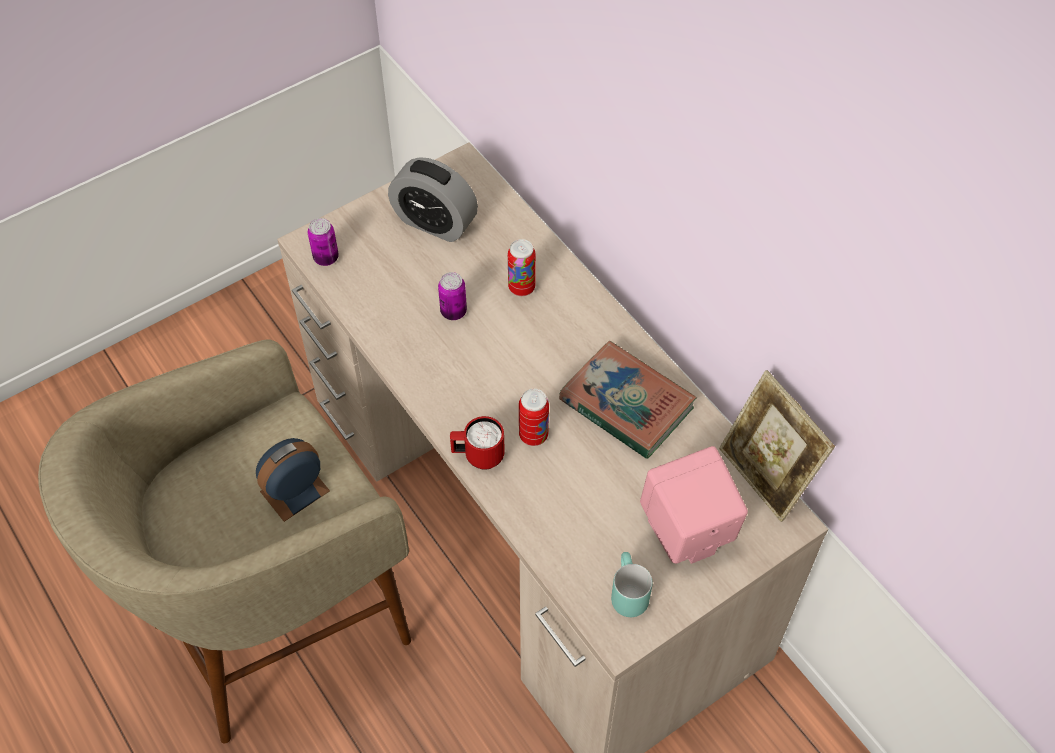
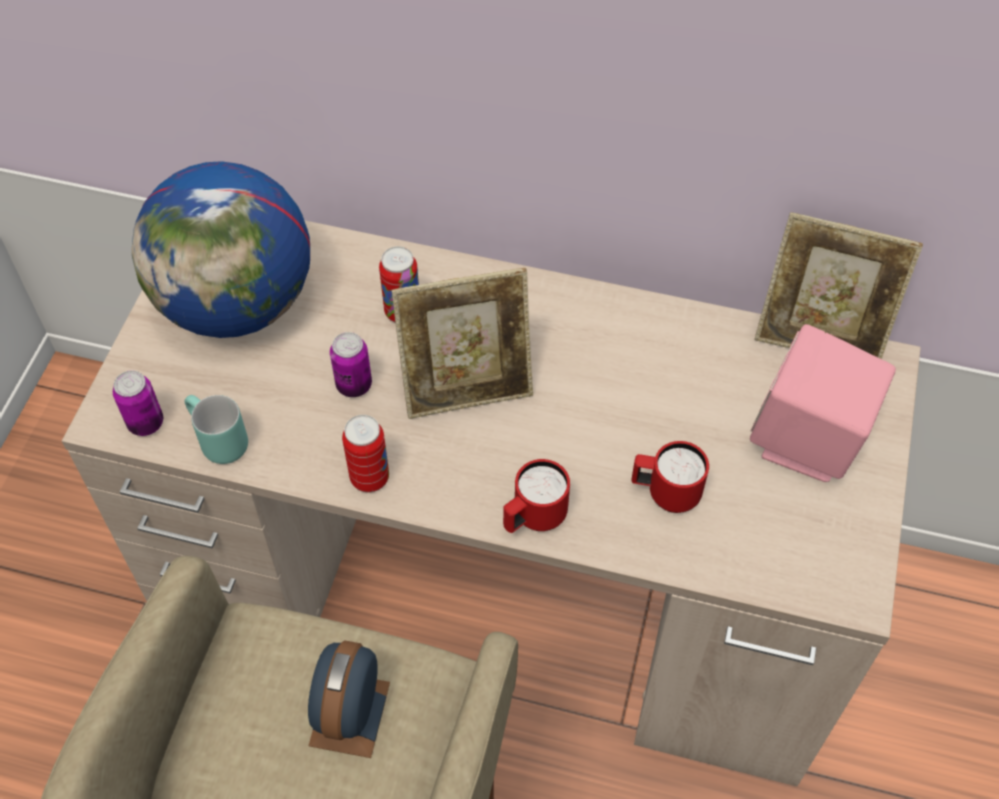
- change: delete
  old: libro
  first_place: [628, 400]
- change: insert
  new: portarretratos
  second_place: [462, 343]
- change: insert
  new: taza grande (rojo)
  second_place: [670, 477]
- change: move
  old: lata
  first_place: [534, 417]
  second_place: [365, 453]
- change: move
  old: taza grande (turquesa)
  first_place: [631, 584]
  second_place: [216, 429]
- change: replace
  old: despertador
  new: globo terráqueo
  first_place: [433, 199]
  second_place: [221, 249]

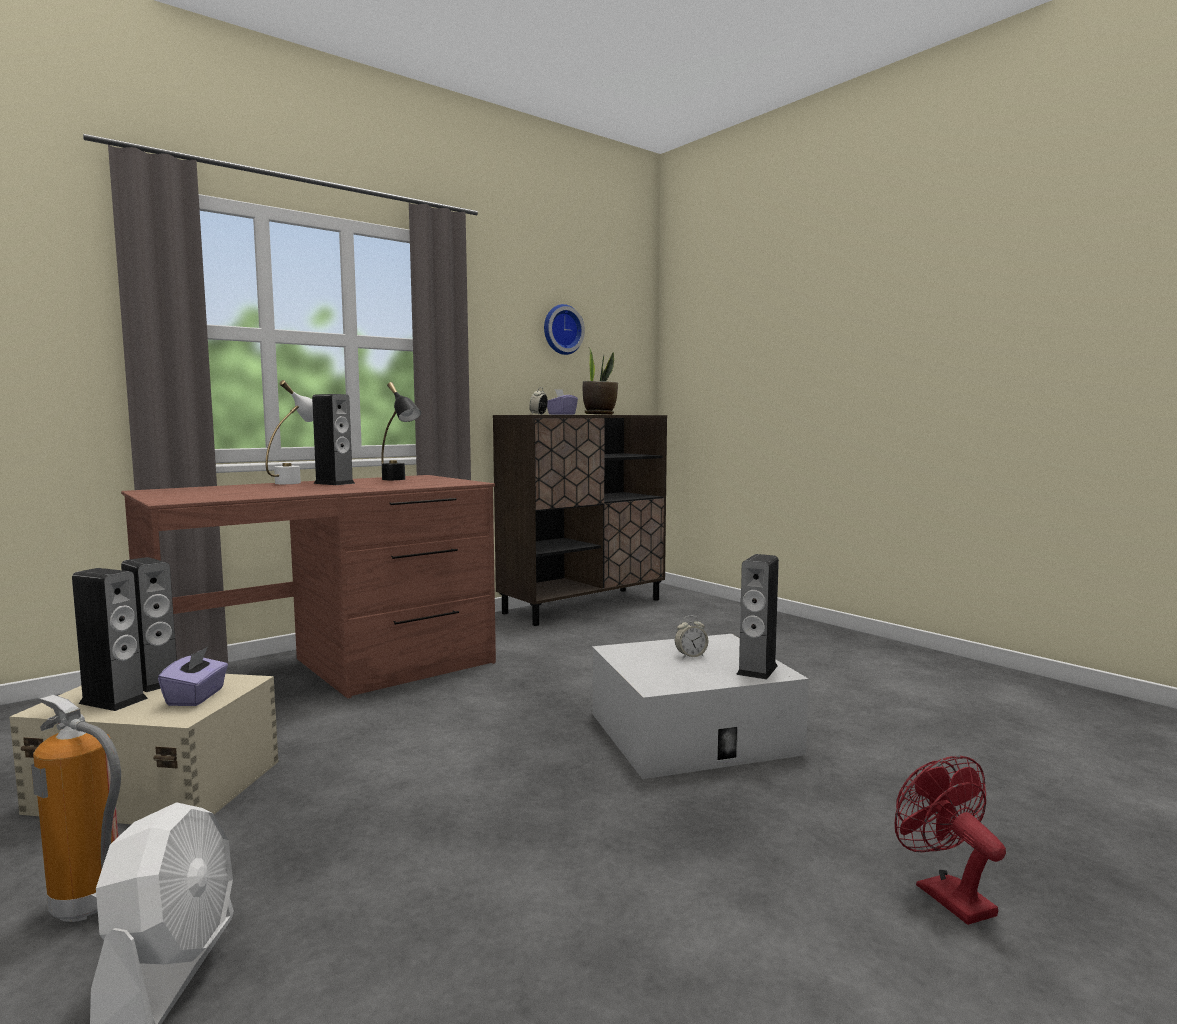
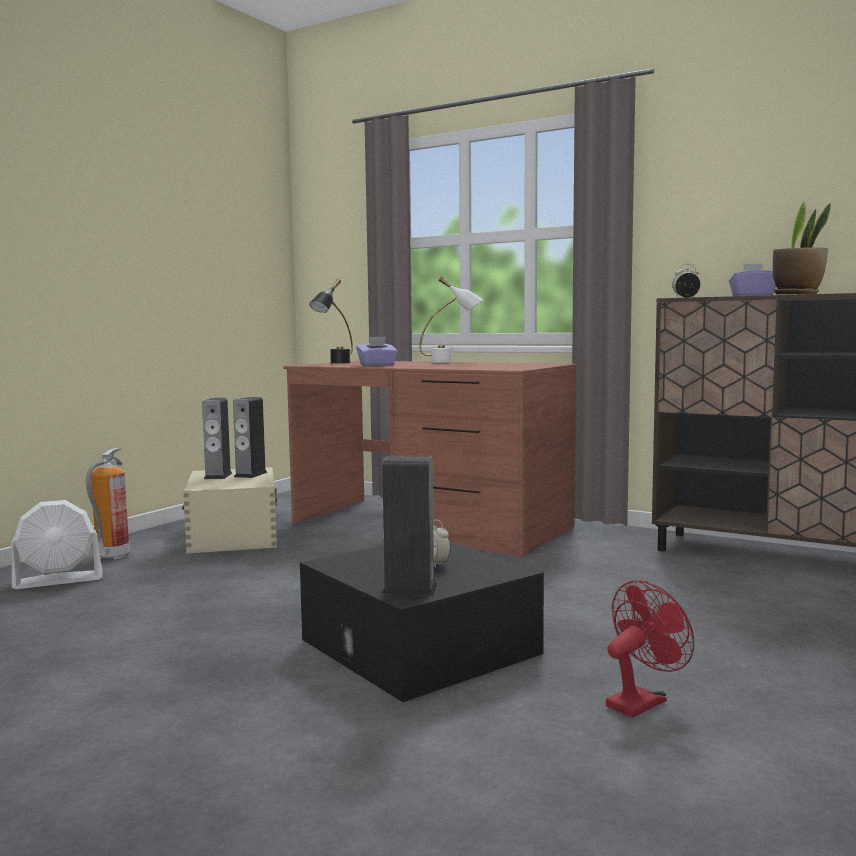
- change: delete
  old: altavoz
  first_place: [333, 439]
- change: delete
  old: reloj de pared
  first_place: [564, 329]
- change: move
  old: caja de pañuelos (morado)
  first_place: [193, 676]
  second_place: [377, 351]
- change: move
  old: lámpara de mesa (negro)
  first_place: [401, 431]
  second_place: [331, 321]
- change: move
  old: ventilador (rojo)
  first_place: [950, 840]
  second_place: [650, 649]
- change: recolor
  old: caja de almacenaje (blanco)
  new: caja de almacenaje (negro)
  first_place: [700, 706]
  second_place: [422, 622]

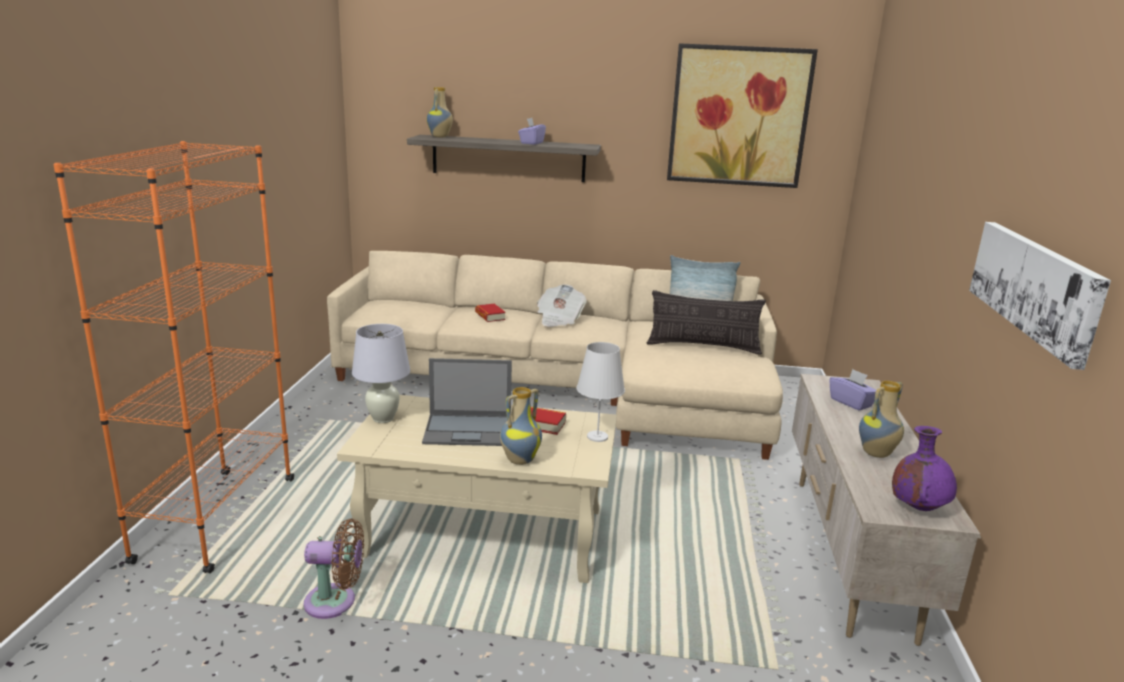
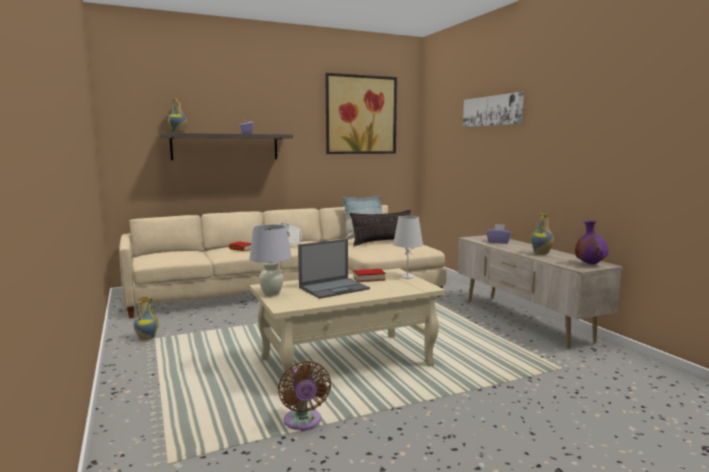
- change: delete
  old: estantería (naranja)
  first_place: [173, 357]
- change: move
  old: florero
  first_place: [521, 426]
  second_place: [145, 318]
- change: move
  old: cuadro
  first_place: [1040, 296]
  second_place: [493, 109]
- change: rotate
  old: ventilador (marrón)
  first_place: [334, 569]
  second_place: [304, 396]
  degrees: 105

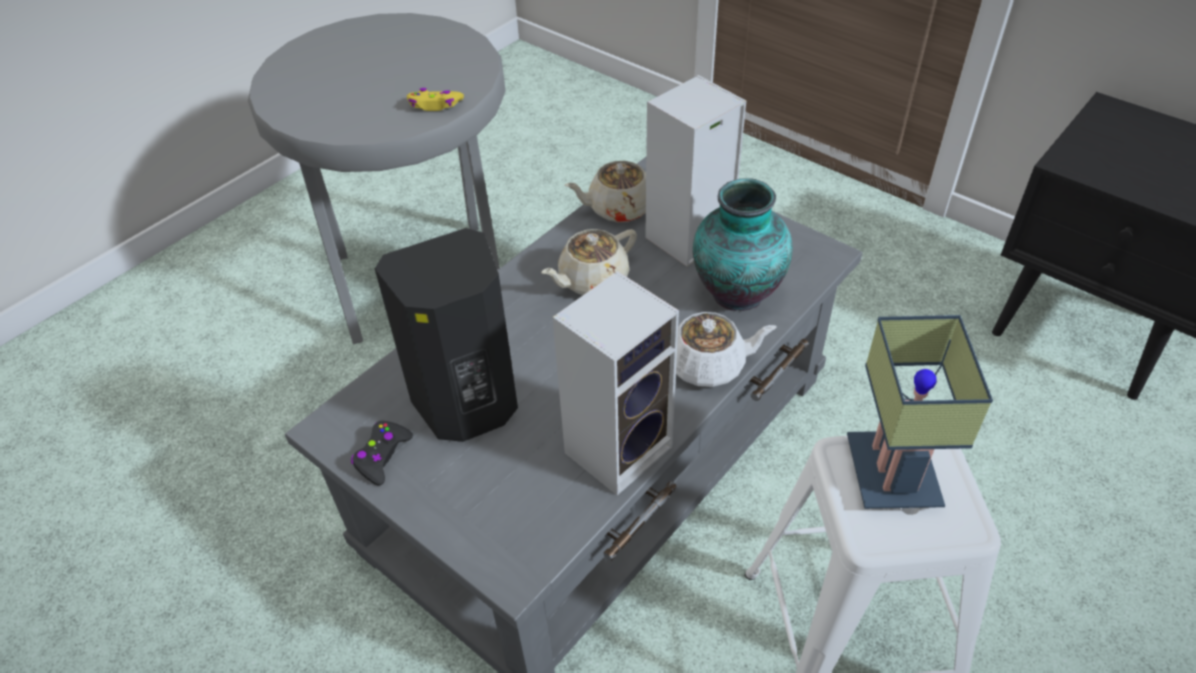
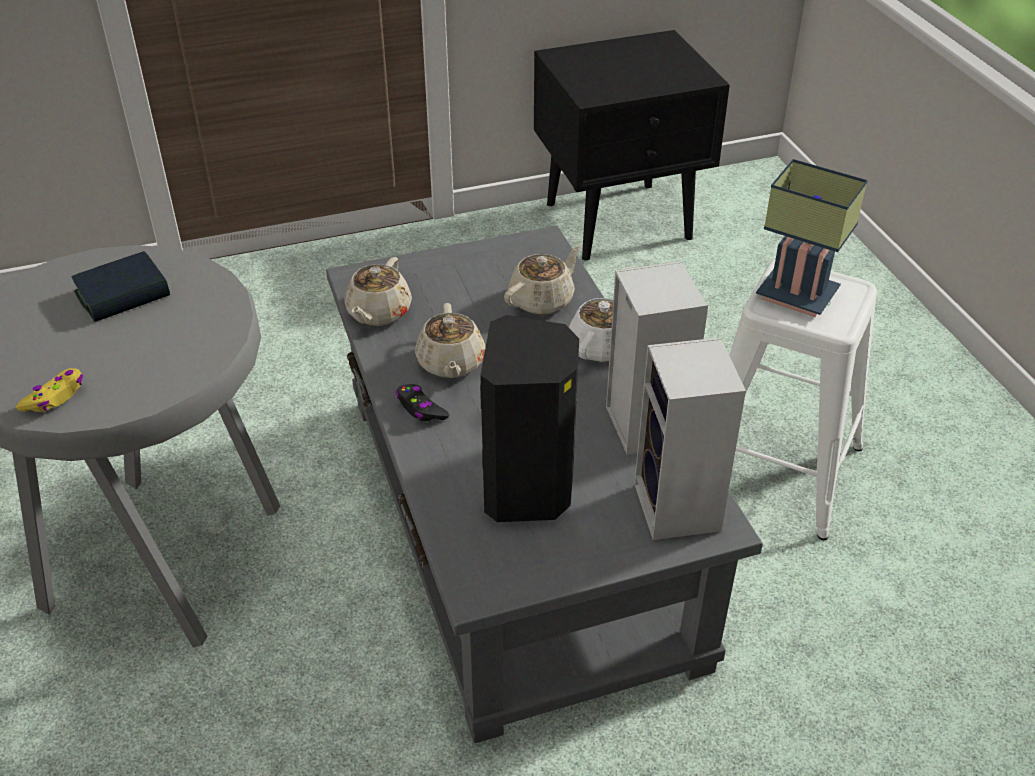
- change: insert
  new: libro
  second_place: [120, 286]
- change: move
  old: mando de consola (negro)
  first_place: [382, 453]
  second_place: [422, 402]
- change: move
  old: mando de consola (amarillo)
  first_place: [435, 99]
  second_place: [49, 390]
- change: move
  old: altavoz
  first_place: [695, 170]
  second_place: [690, 438]
- change: replace
  old: florero
  new: tetera (beis)
  first_place: [743, 244]
  second_place: [543, 280]

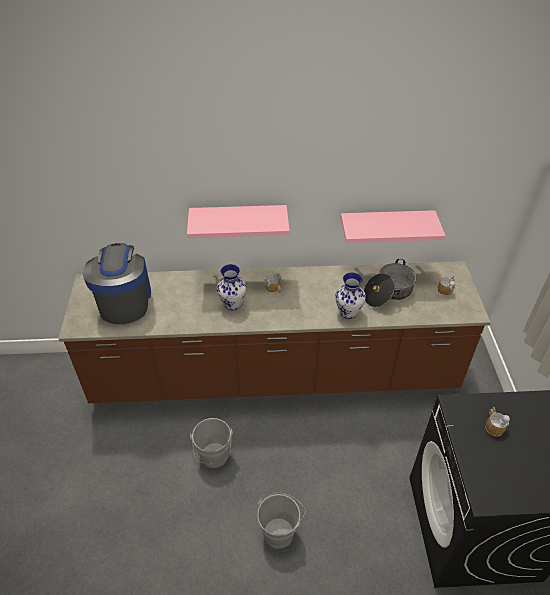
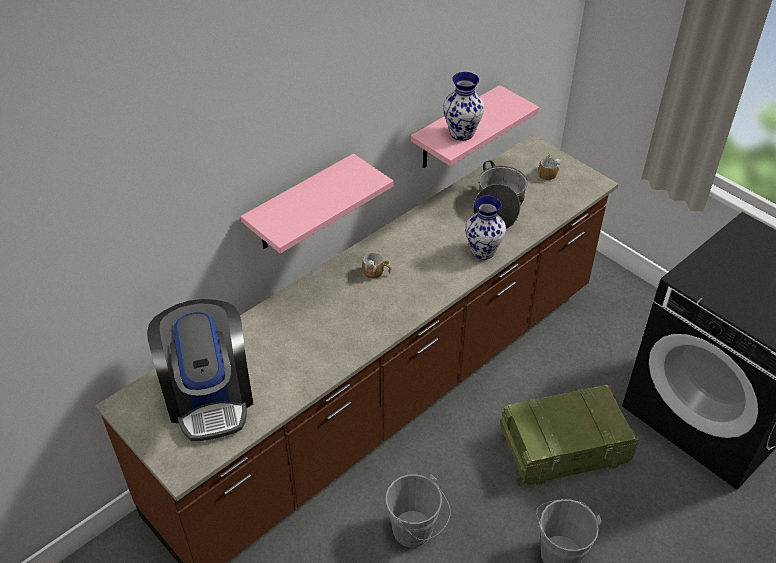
- change: delete
  old: taza grande
  first_place: [498, 421]
- change: insert
  new: caja de embalaje
  second_place: [569, 435]
- change: move
  old: florero
  first_place: [231, 287]
  second_place: [464, 106]
- change: rotate
  old: cafetera
  first_place: [117, 283]
  second_place: [200, 370]
  degrees: -150

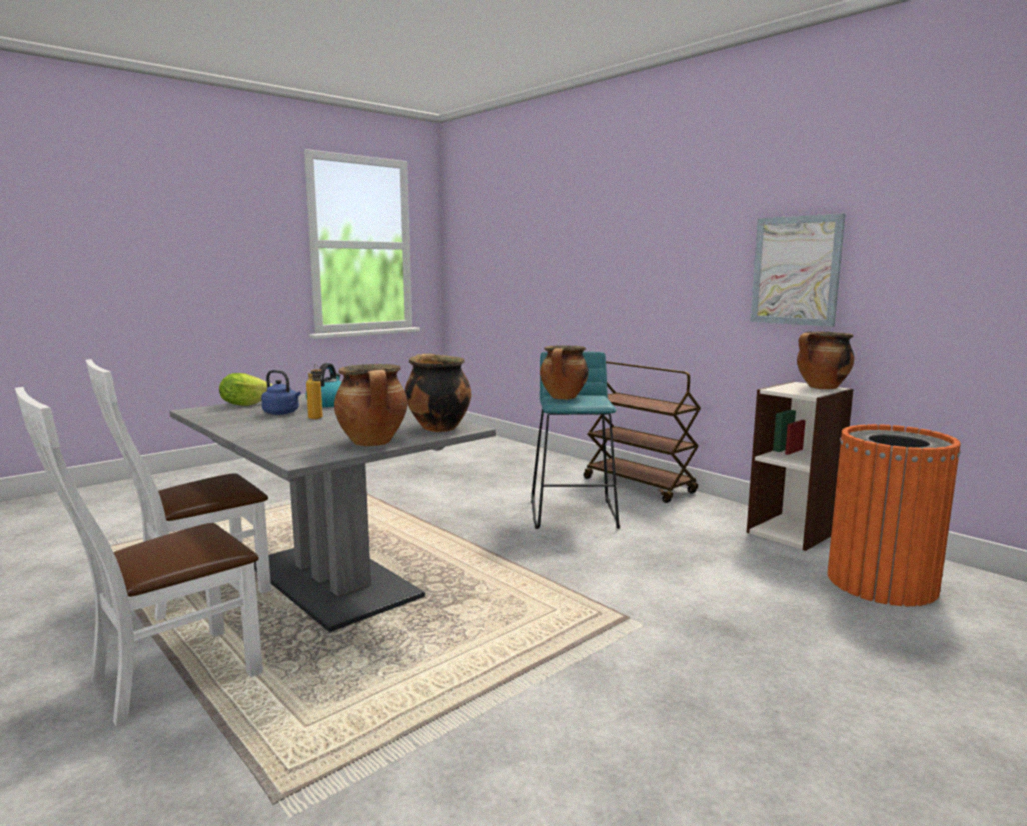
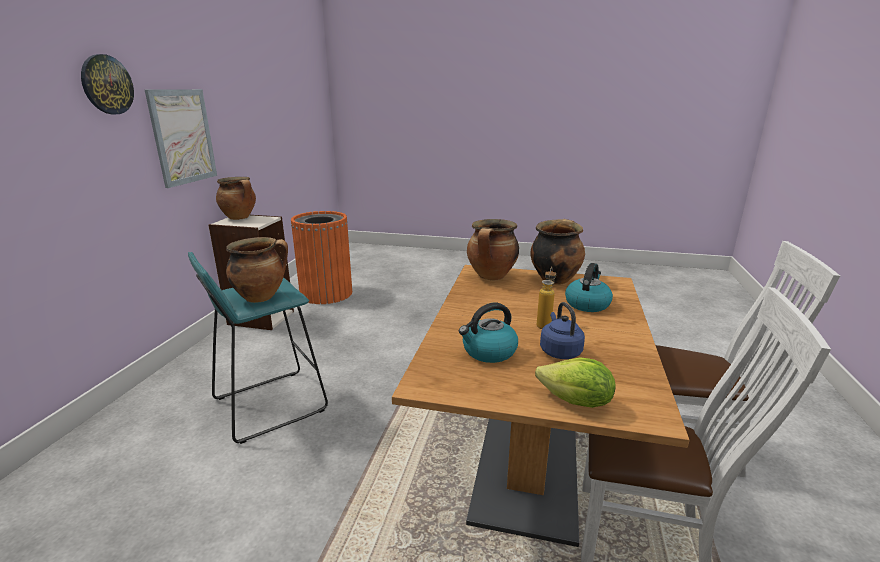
- change: delete
  old: carrito (marrón)
  first_place: [642, 432]
- change: insert
  new: reloj de pared
  second_place: [107, 84]
- change: insert
  new: hervidor
  second_place: [589, 287]
- change: recolor
  old: mesa de comedor (gris)
  new: mesa de comedor (marrón)
  first_place: [332, 513]
  second_place: [540, 406]

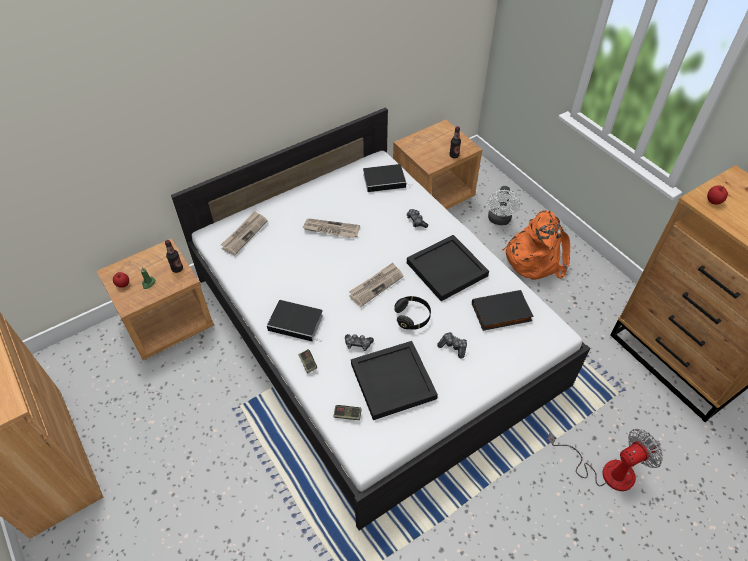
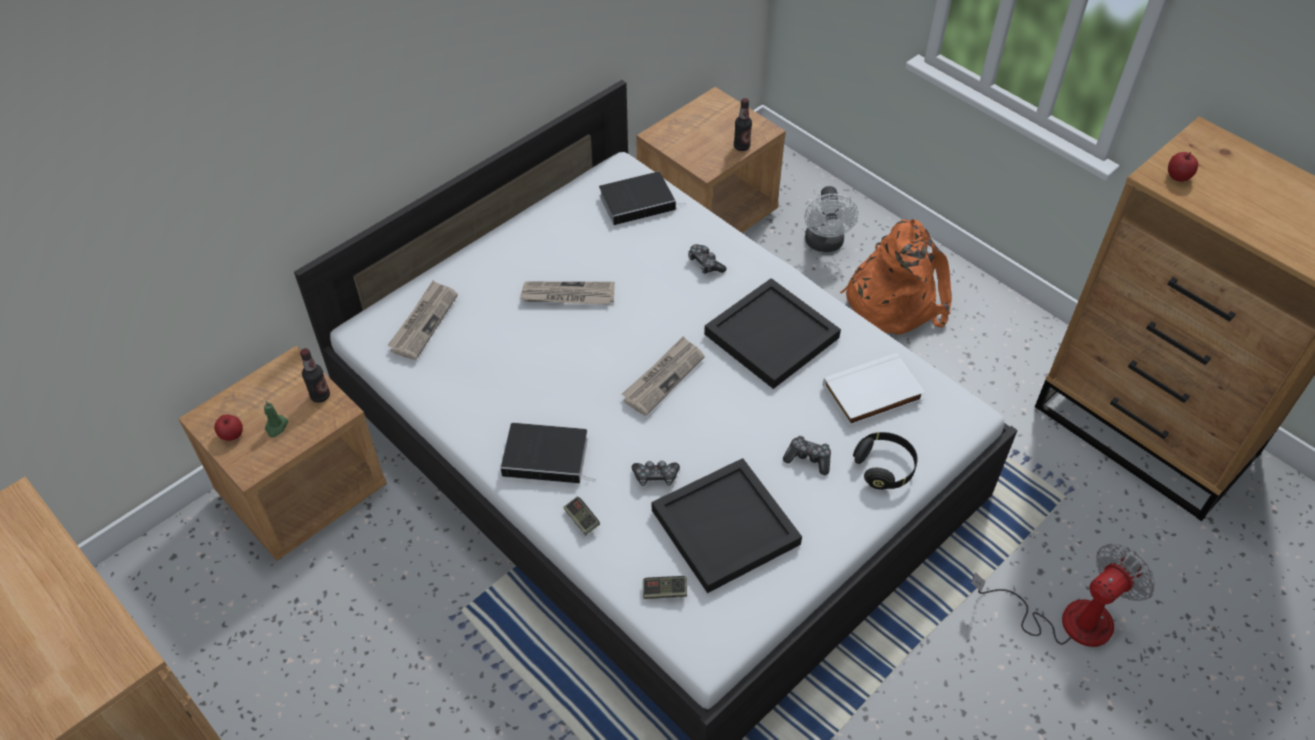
- change: move
  old: auriculares (negro)
  first_place: [412, 313]
  second_place: [885, 461]
- change: recolor
  old: libro (negro)
  new: libro (blanco)
  first_place: [503, 310]
  second_place: [874, 389]

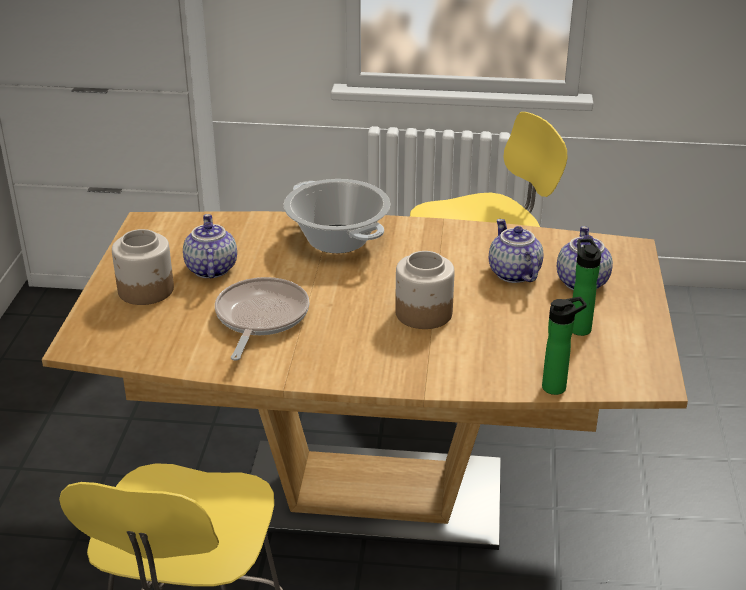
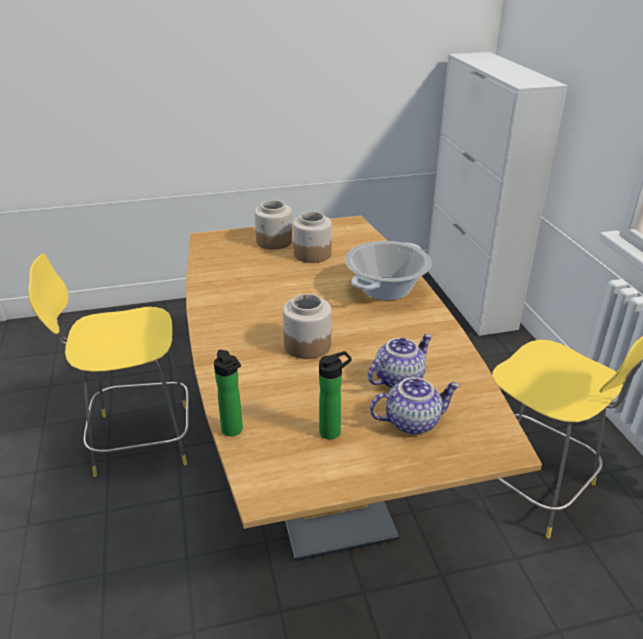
- change: delete
  old: sartén
  first_place: [262, 319]
- change: replace
  old: tetera
  new: tarro
  first_place: [210, 246]
  second_place: [312, 237]

